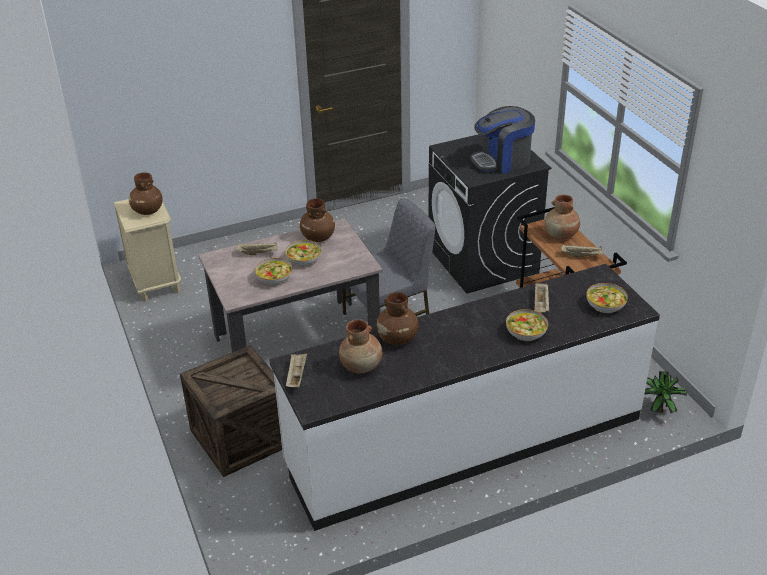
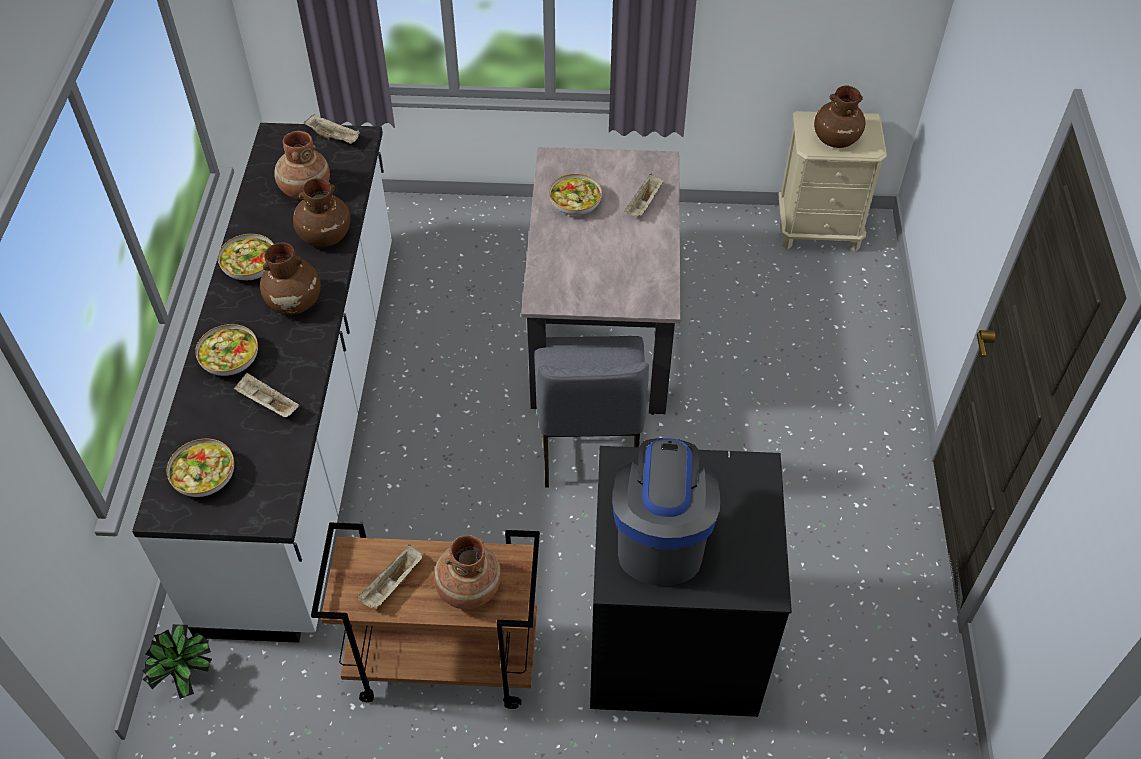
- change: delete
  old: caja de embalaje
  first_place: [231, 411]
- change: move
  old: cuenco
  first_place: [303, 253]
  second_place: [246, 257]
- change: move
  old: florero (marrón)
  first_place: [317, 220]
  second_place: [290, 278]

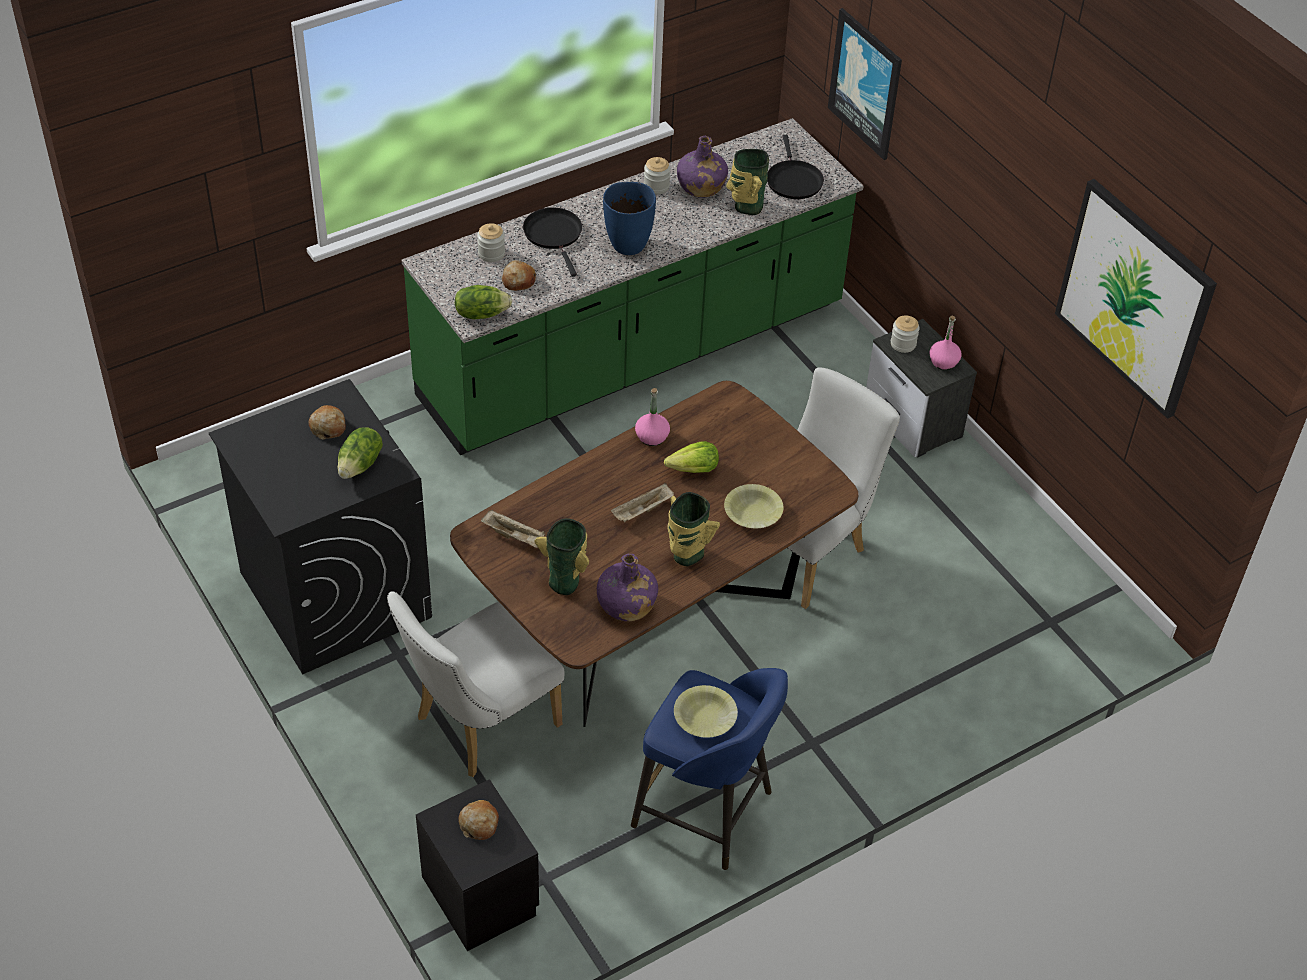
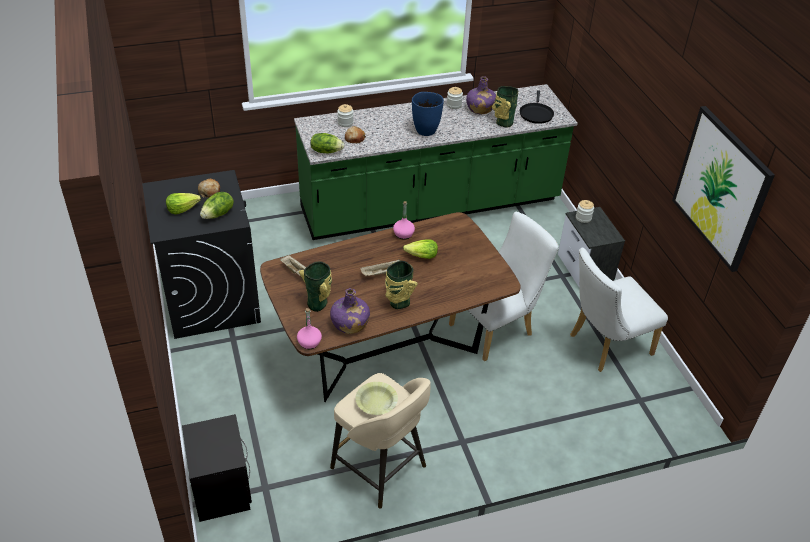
- change: delete
  old: pan
  first_place: [478, 820]
- change: delete
  old: sartén (negro)
  first_place: [552, 242]
- change: delete
  old: cuenco (amarillo)
  first_place: [754, 506]
- change: delete
  old: cuadro
  first_place: [865, 84]
- change: insert
  new: lechuga
  second_place: [183, 203]
- change: move
  old: silla (blanco)
  first_place: [476, 684]
  second_place: [619, 309]
- change: move
  old: botella (rosa)
  first_place: [945, 343]
  second_place: [309, 328]
- change: recolor
  old: taburete (azul)
  new: taburete (beis)
  first_place: [709, 769]
  second_place: [380, 440]

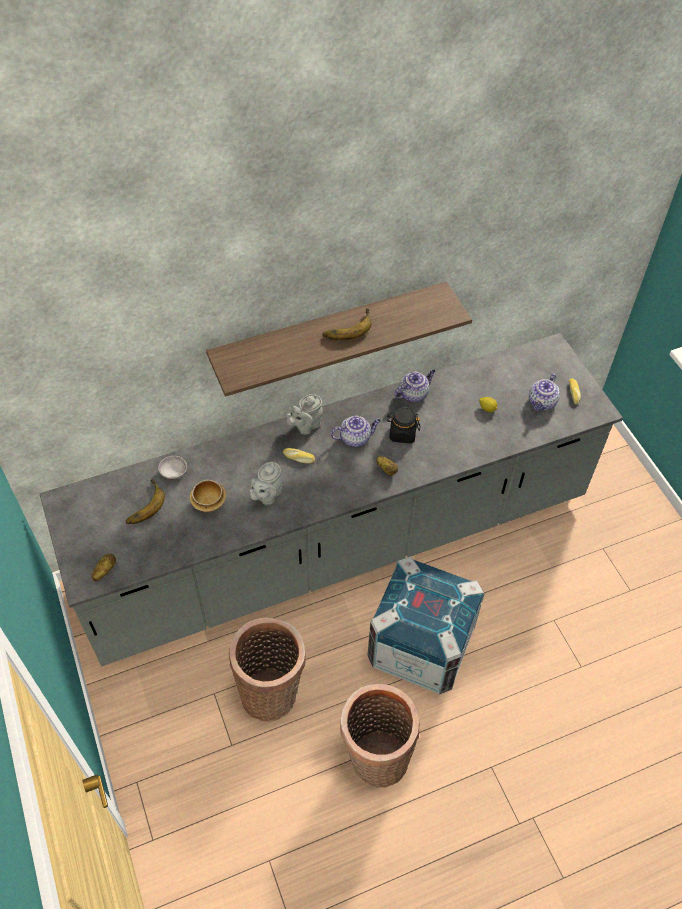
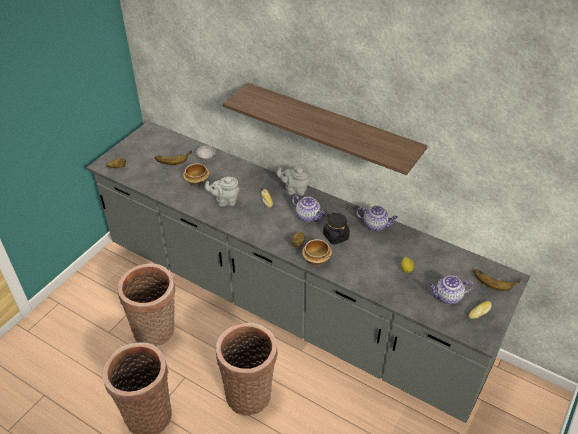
- change: insert
  new: cuenco
  second_place: [317, 252]
- change: move
  old: plátano
  first_place: [346, 325]
  second_place: [497, 280]
- change: replace
  old: caja de embalaje
  new: cesta
  first_place: [425, 625]
  second_place: [247, 369]

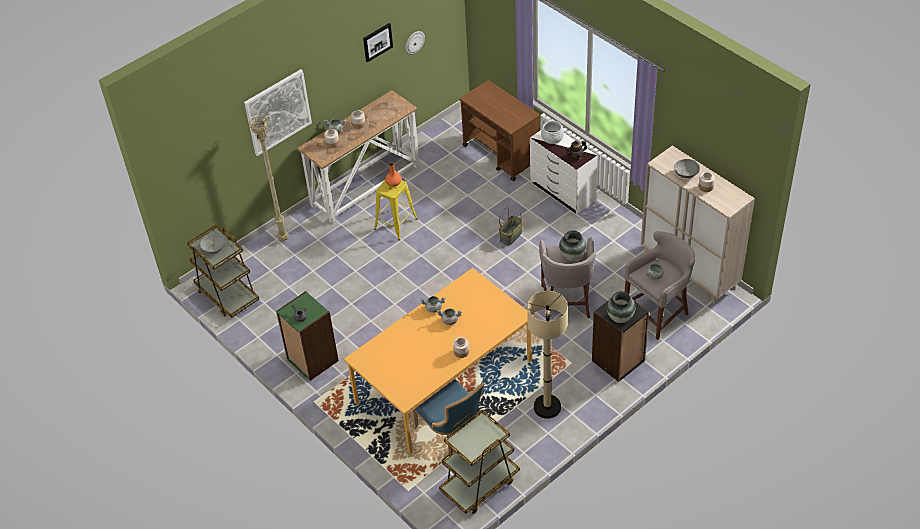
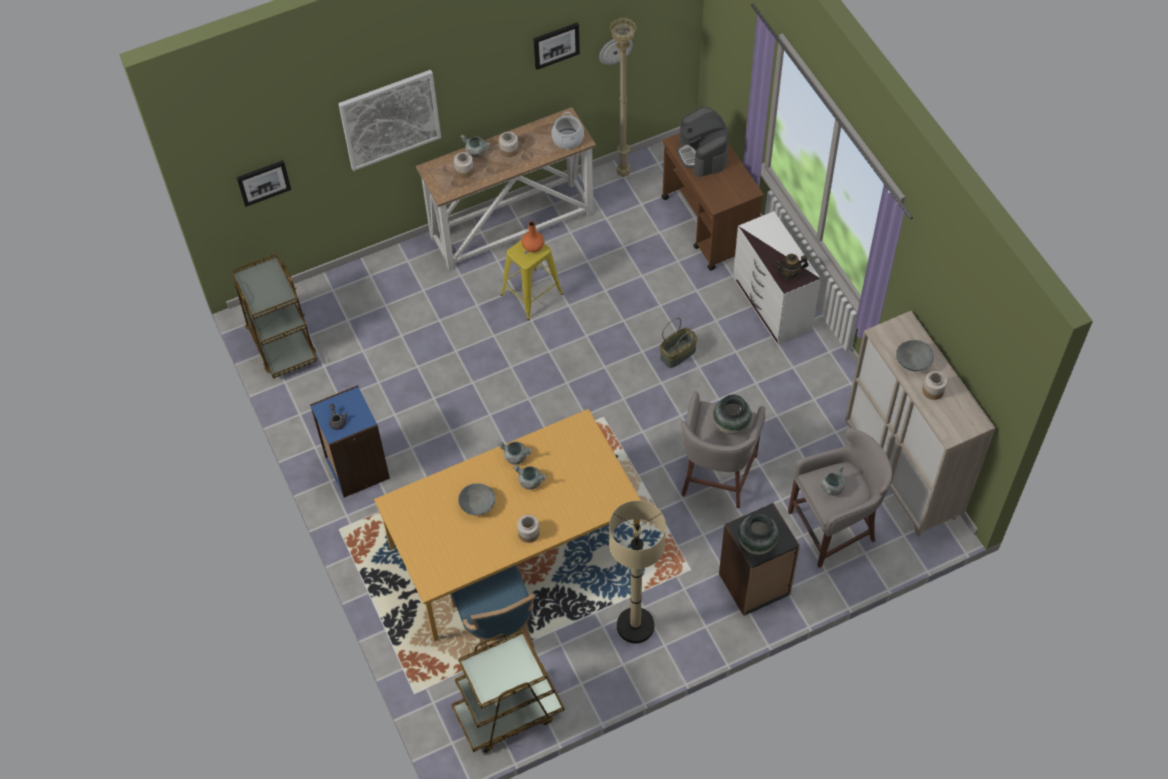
- change: insert
  new: cuadro
  second_place: [263, 183]
- change: insert
  new: cafetera
  second_place: [702, 142]
- change: move
  old: cuenco (gris)
  first_place: [212, 244]
  second_place: [476, 499]
- change: move
  old: lámpara de pie (beis)
  first_place: [268, 178]
  second_place: [623, 97]
- change: move
  old: olla
  first_place: [552, 131]
  second_place: [567, 130]
- change: recolor
  old: estantería (verde)
  new: estantería (azul)
  first_place: [307, 336]
  second_place: [350, 441]

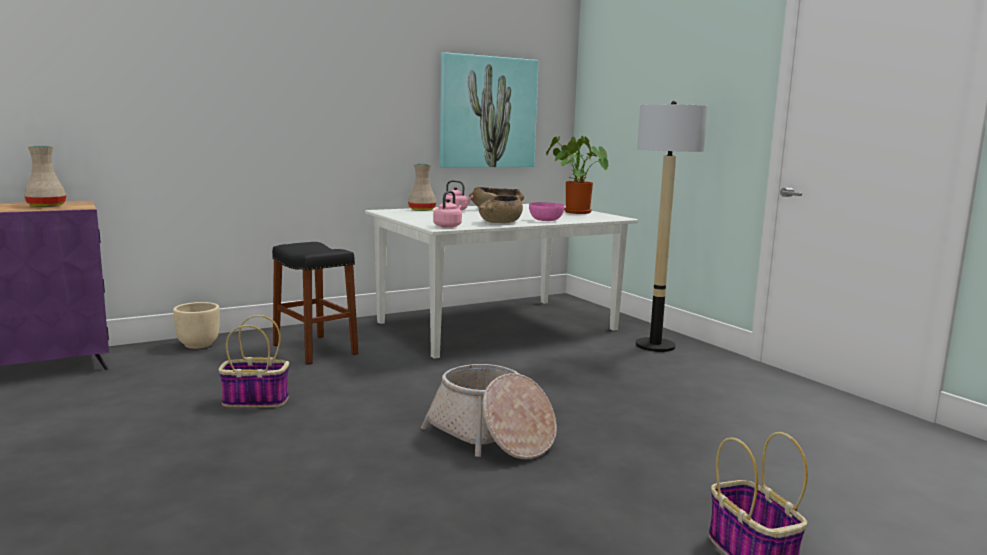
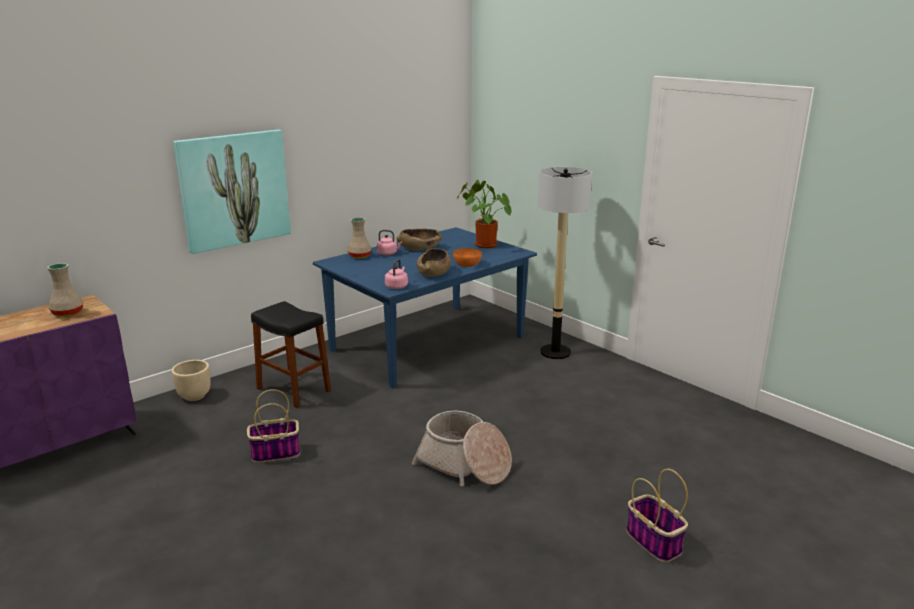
- change: move
  old: cuadro
  first_place: [489, 110]
  second_place: [232, 192]
- change: recolor
  old: mesa de comedor (blanco)
  new: mesa de comedor (azul)
  first_place: [501, 281]
  second_place: [425, 307]
- change: recolor
  old: cuenco (rosa)
  new: cuenco (naranja)
  first_place: [546, 211]
  second_place: [467, 257]

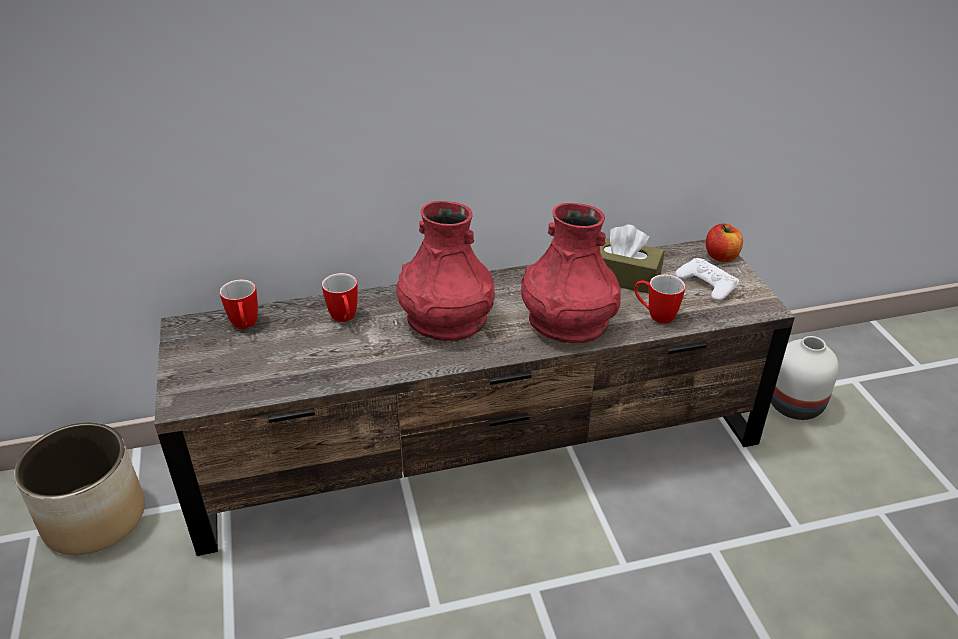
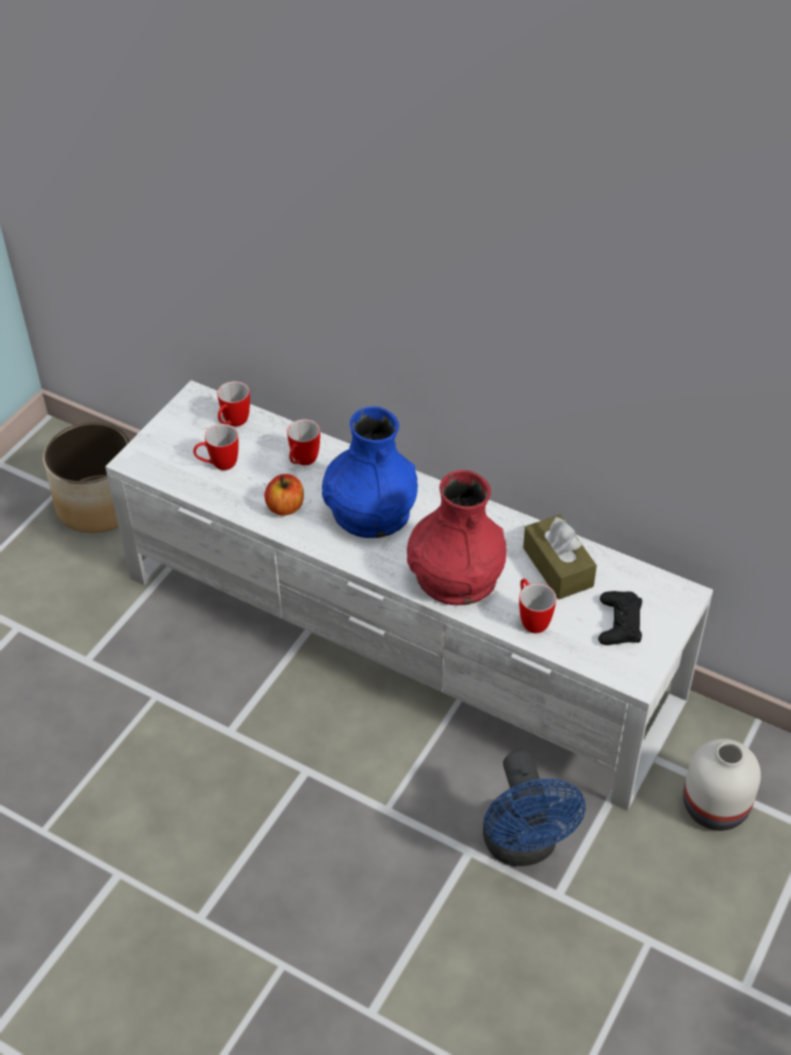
- change: insert
  new: taza grande
  second_place: [216, 447]
- change: insert
  new: ventilador (azul)
  second_place: [534, 808]
- change: move
  old: manzana
  first_place: [724, 242]
  second_place: [284, 495]
- change: recolor
  old: mueble de televisión (marrón)
  new: mueble de televisión (blanco)
  first_place: [474, 397]
  second_place: [409, 595]
- change: recolor
  old: florero (rojo)
  new: florero (azul)
  first_place: [445, 271]
  second_place: [370, 472]
- change: recolor
  old: mando de consola (blanco)
  new: mando de consola (negro)
  first_place: [707, 279]
  second_place: [620, 618]

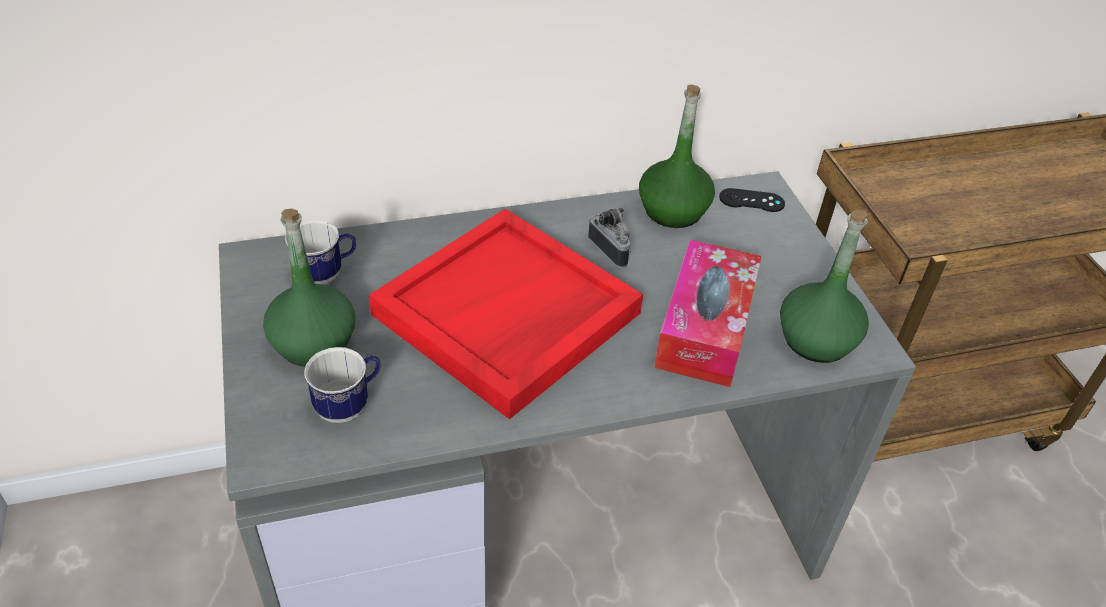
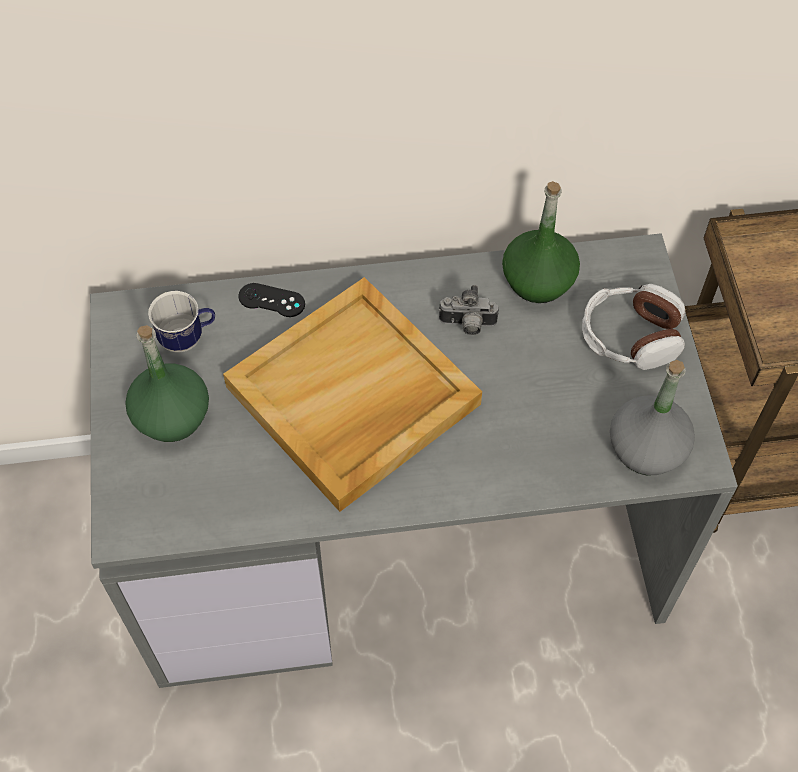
- change: delete
  old: taza grande
  first_place: [342, 385]
- change: delete
  old: caja de pañuelos
  first_place: [708, 313]
- change: insert
  new: auriculares
  second_place: [633, 327]
- change: move
  old: mando de consola (negro)
  first_place: [752, 200]
  second_place: [271, 300]
- change: recolor
  old: bandeja (rojo)
  new: bandeja (beis)
  first_place: [506, 314]
  second_place: [352, 394]
- change: recolor
  old: botella (verde)
  new: botella (gris)
  first_place: [824, 286]
  second_place: [652, 417]
- change: rotate
  old: cámara
  first_place: [609, 238]
  second_place: [469, 310]
  degrees: 120

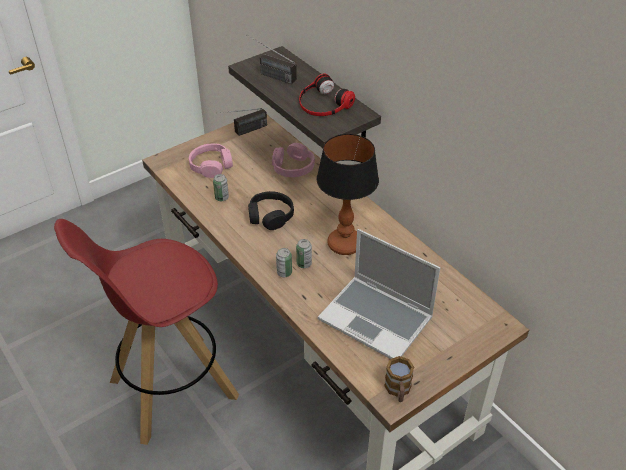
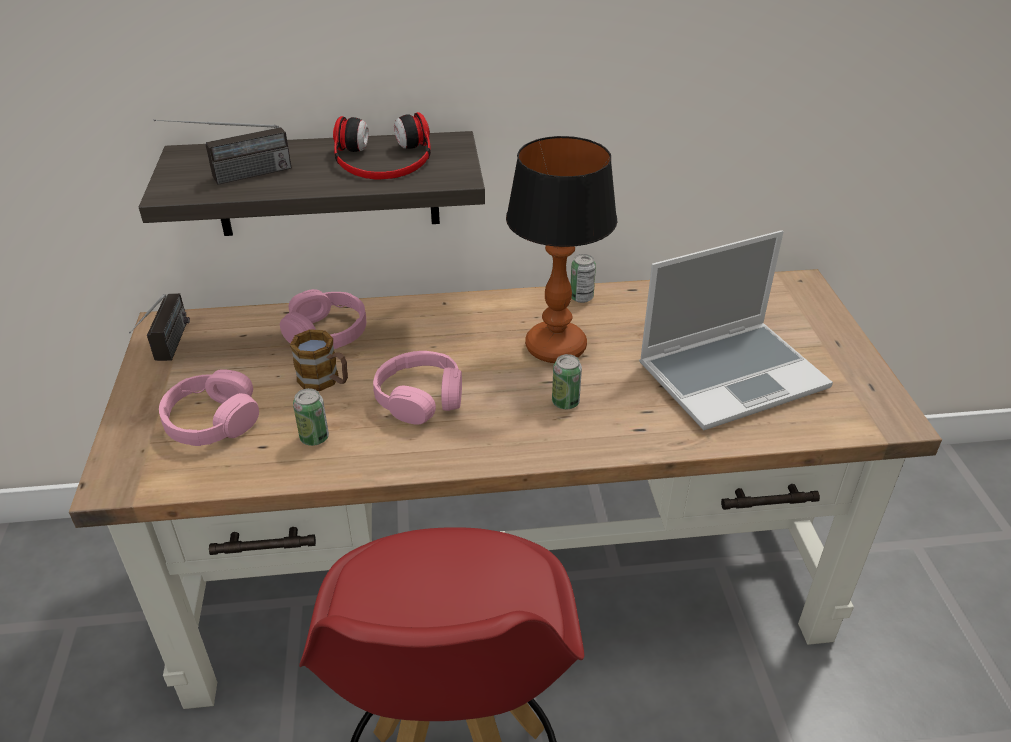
- change: move
  old: lata
  first_place: [284, 262]
  second_place: [583, 278]
- change: move
  old: taza grande
  first_place: [399, 379]
  second_place: [319, 360]
- change: recolor
  old: auriculares (negro)
  new: auriculares (rosa)
  first_place: [271, 210]
  second_place: [417, 388]

